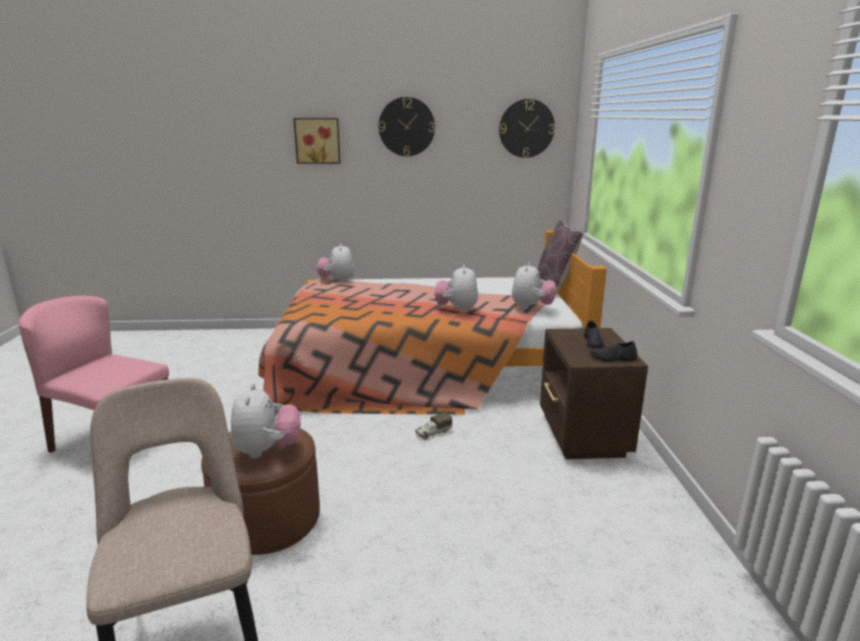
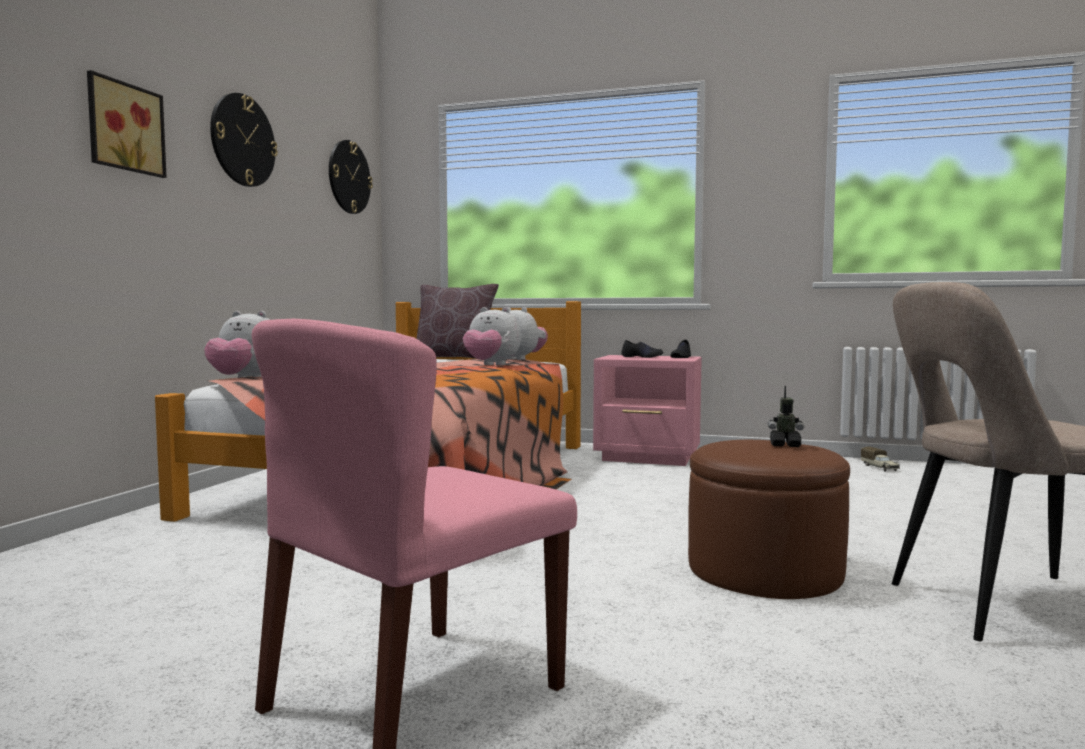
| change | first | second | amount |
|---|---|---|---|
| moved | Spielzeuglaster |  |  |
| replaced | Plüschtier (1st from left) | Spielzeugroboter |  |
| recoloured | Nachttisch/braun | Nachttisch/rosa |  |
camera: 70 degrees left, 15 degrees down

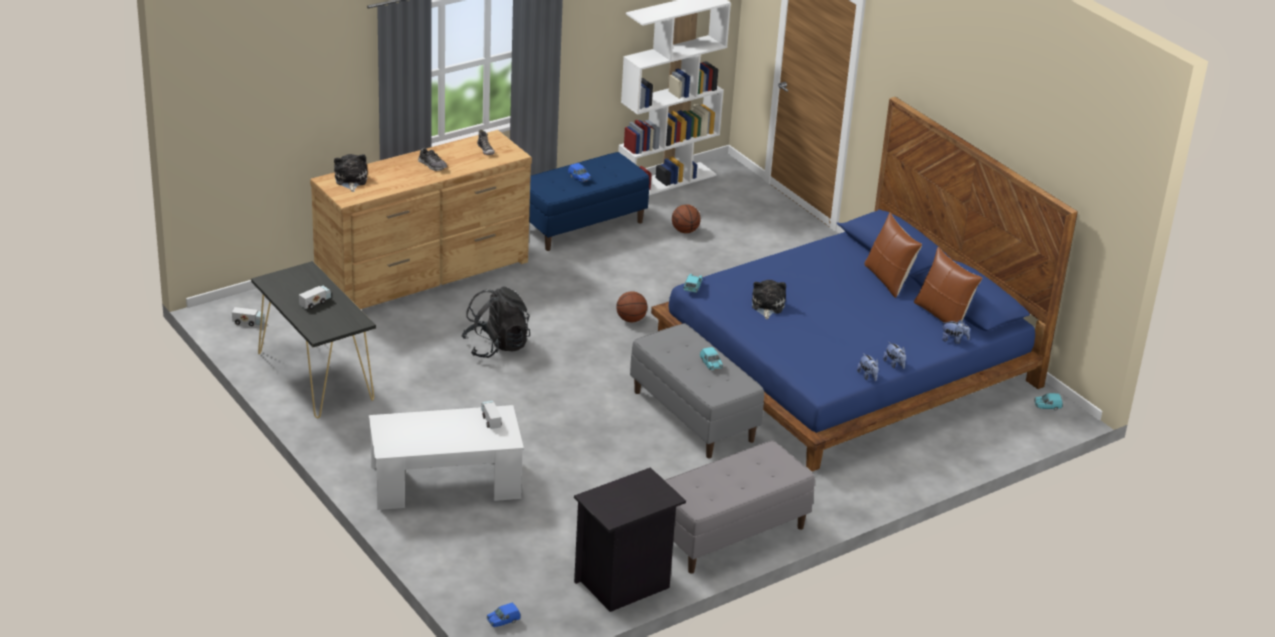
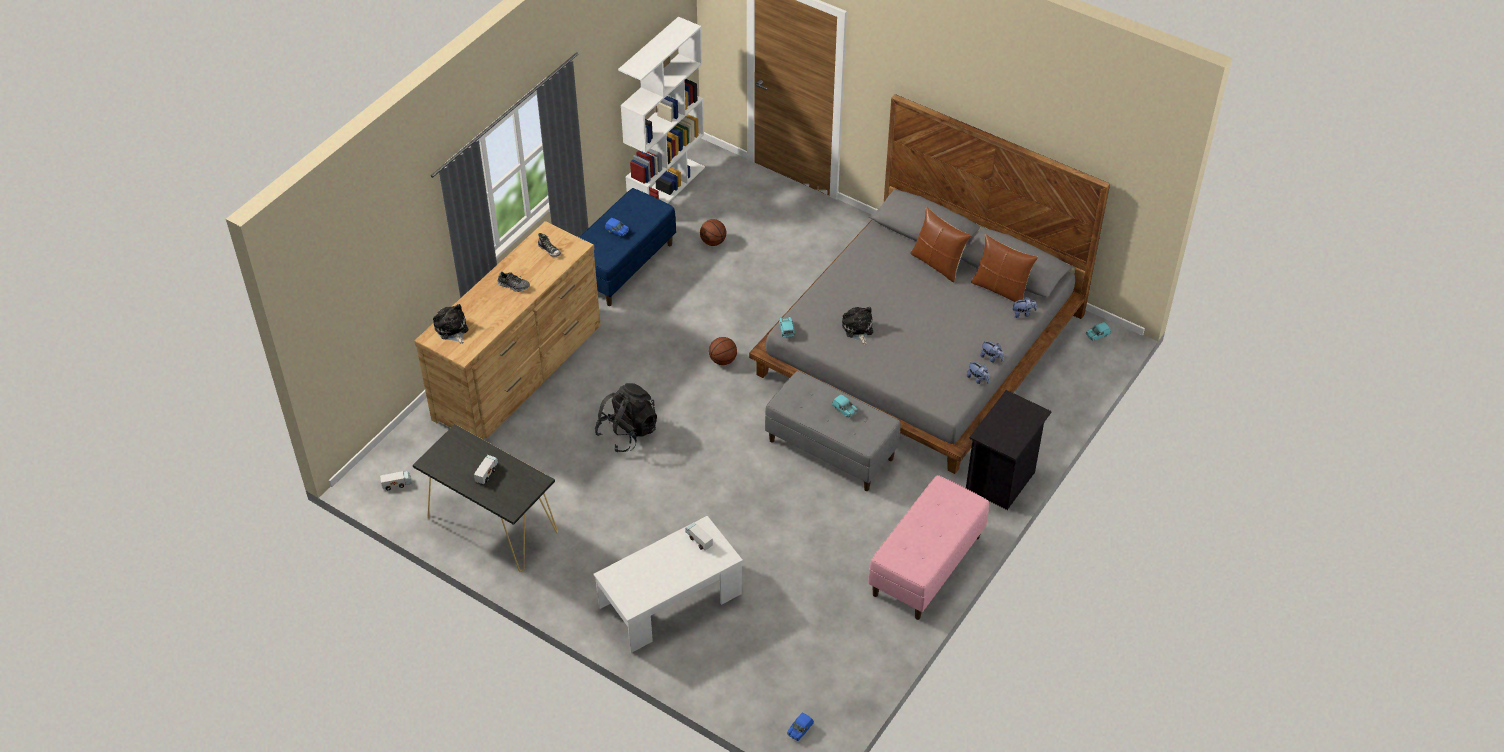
| change | first | second | amount |
|---|---|---|---|
| moved | Nachttisch/schwarz |  |  |
| recoloured | Bett/blau | Bett/grau |  |
| recoloured | Bank/grau (2nd from left) | Bank/rosa |  |
camera: 20 degrees left, 15 degrees up

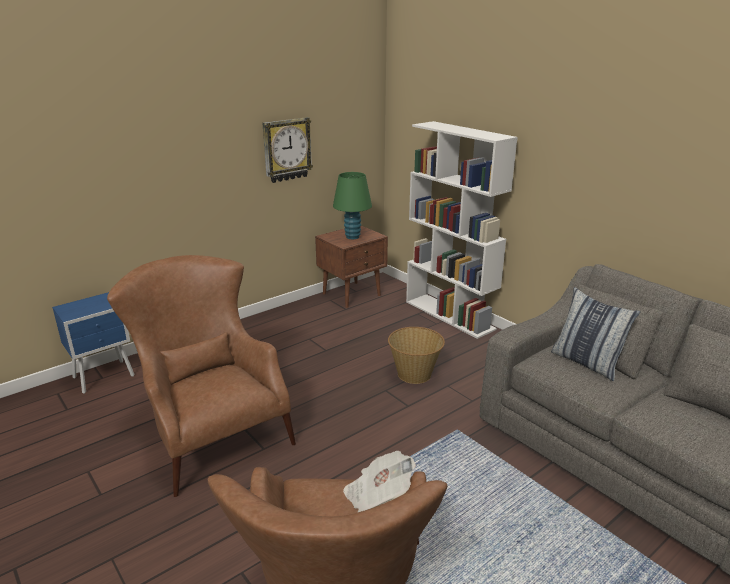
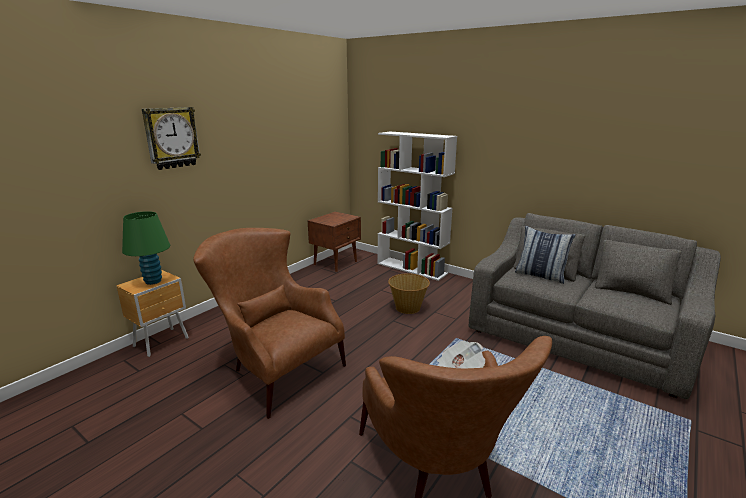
| change | first | second | amount |
|---|---|---|---|
| moved | Wanduhr |  |  |
| moved | Tischlampe/grün |  |  |
| recoloured | Nachttisch/blau | Nachttisch/braun (1st from left) |  |
camera: 15 degrees left, 5 degrees down

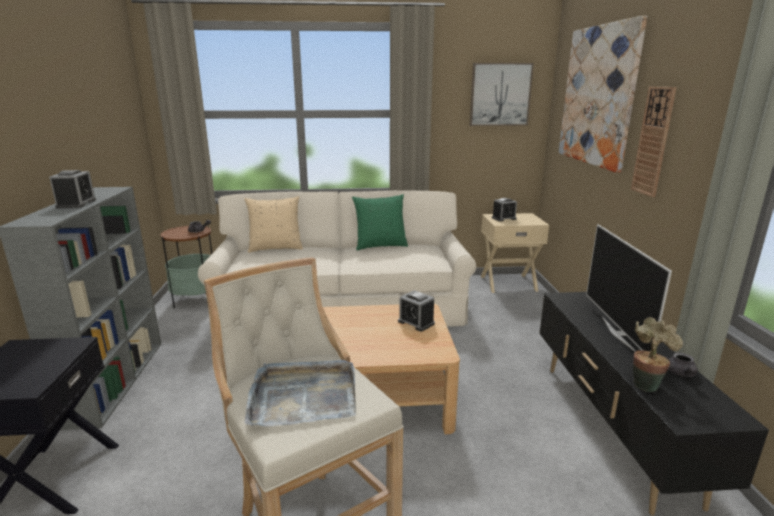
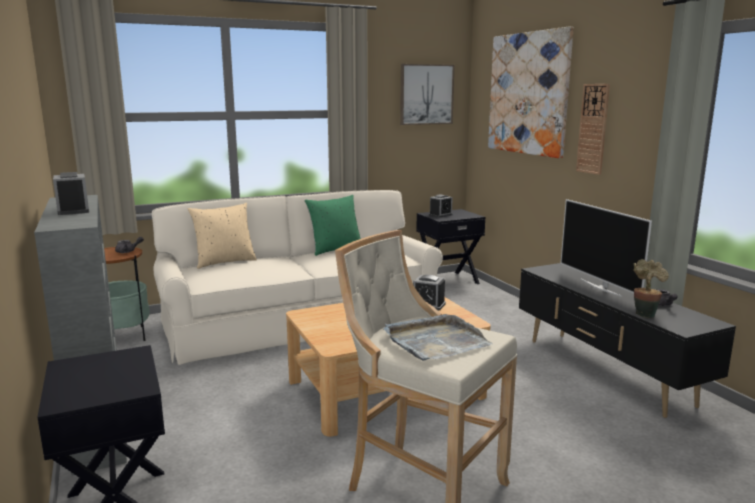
| change | first | second | amount |
|---|---|---|---|
| recoloured | Nachttisch/beige | Nachttisch/schwarz (2nd from left) |  |
camera: 20 degrees left, 5 degrees down

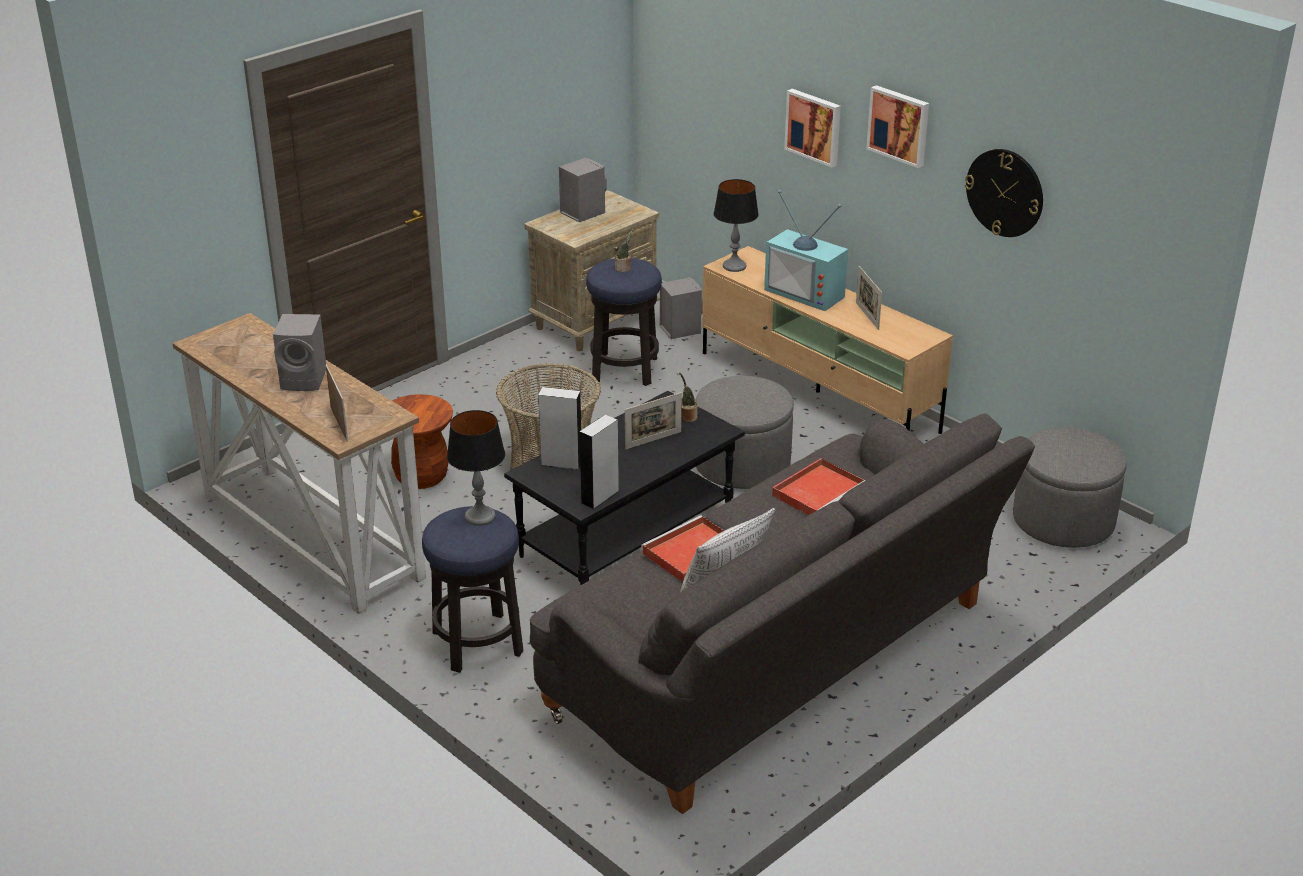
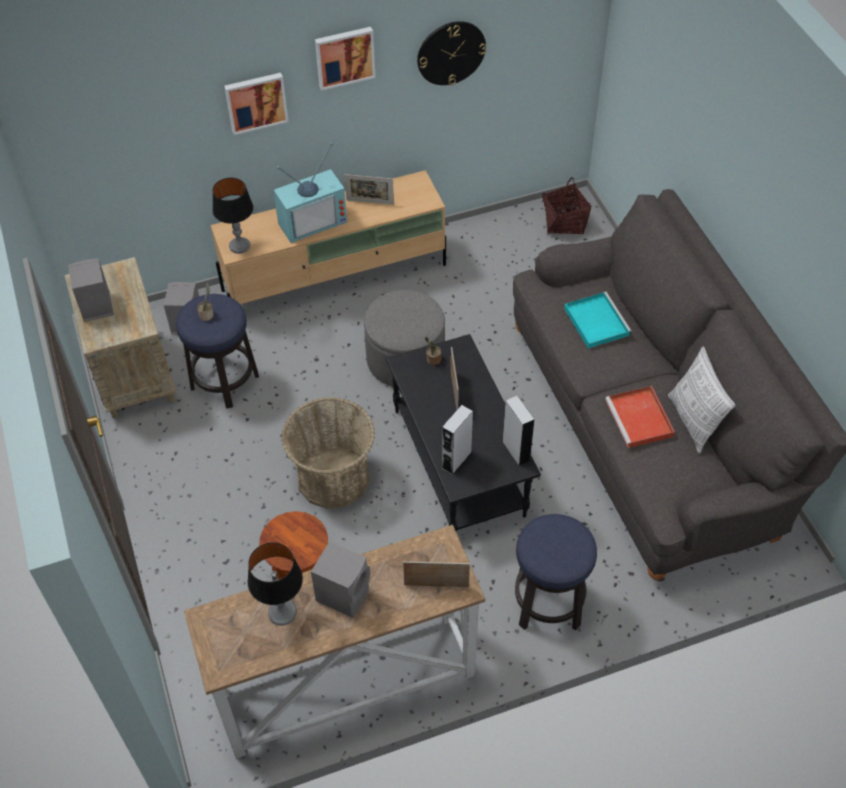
| change | first | second | amount |
|---|---|---|---|
| moved | Tischlampe (1st from left in the first image) | Tischlampe (2nd from left) |  |
| replaced | Polsterhocker/grau (2nd from left) | Korb (2nd from left) |  |
| recoloured | Tablett/rot (2nd from left) | Tablett/türkis |  |
camera: 65 degrees left, 20 degrees up

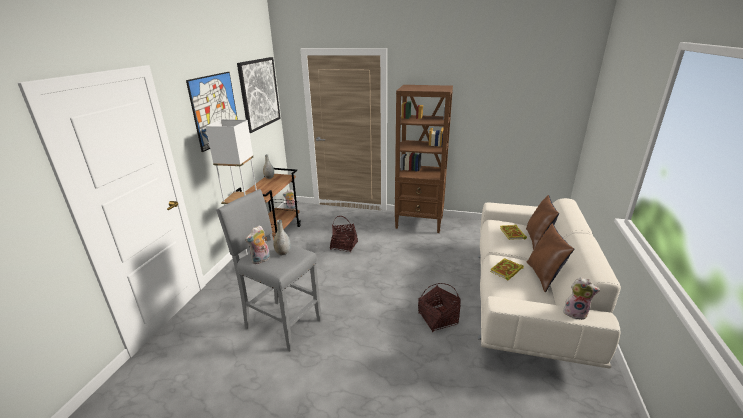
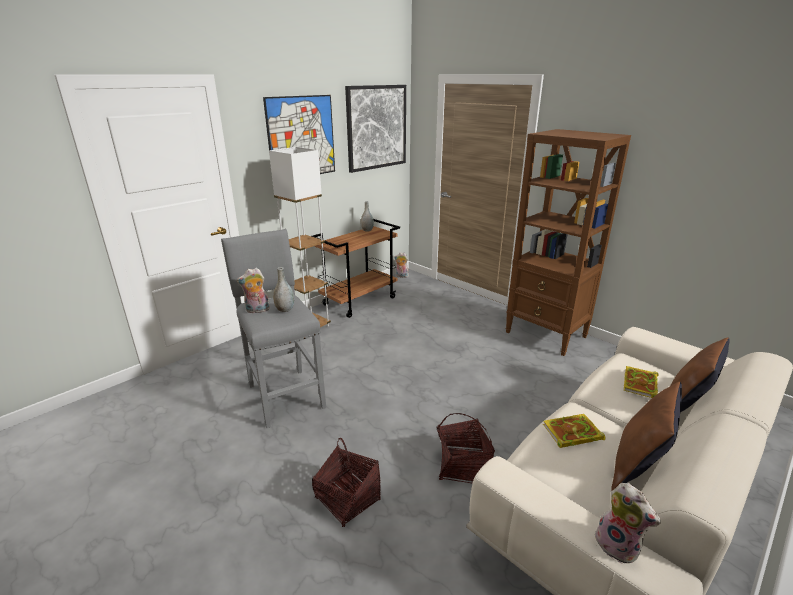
| change | first | second | amount |
|---|---|---|---|
| moved | Korb (1st from left) |  |  |
camera: 30 degrees right, 0 degrees up

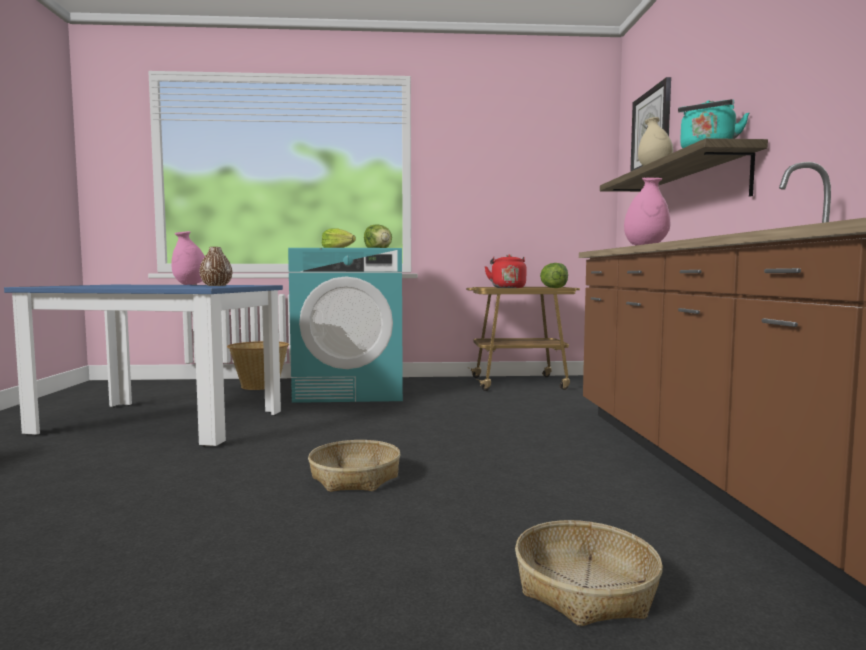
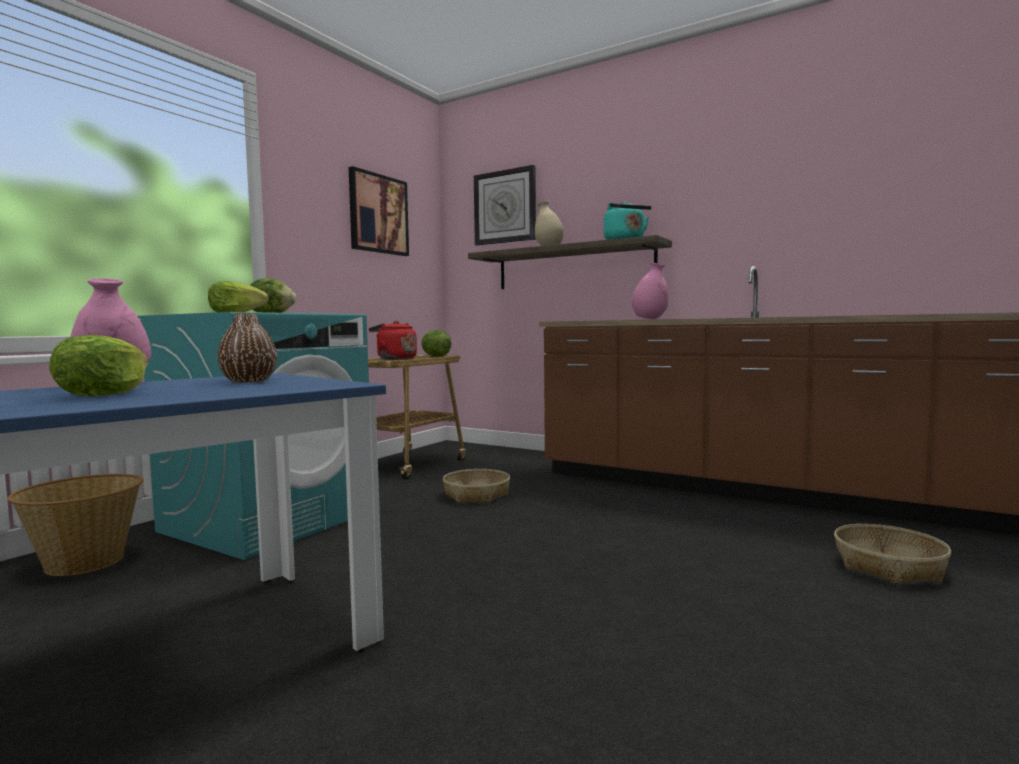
| change | first | second | amount |
|---|---|---|---|
| added |  | Salatkopf (1st from left) |  |
| added |  | Bild |  |
| moved | Korb (2nd from left) |  |  |
camera: 55 degrees left, 0 degrees up

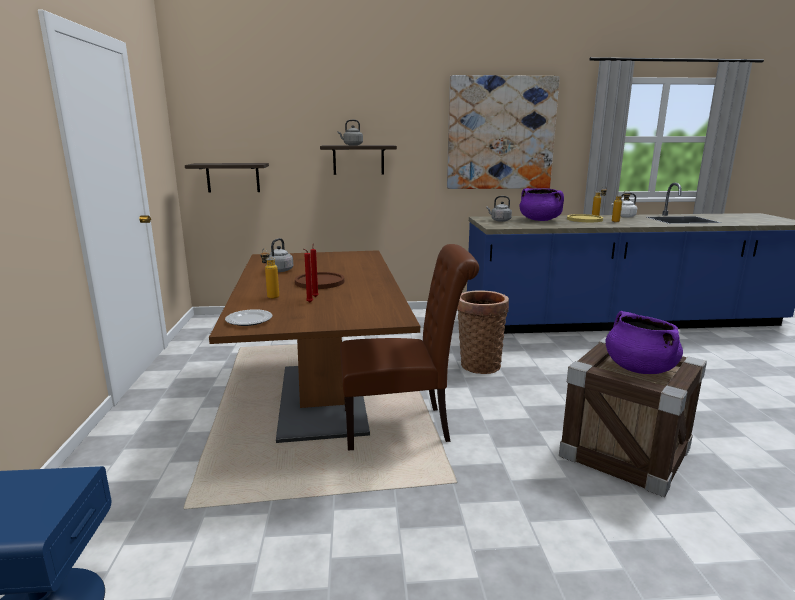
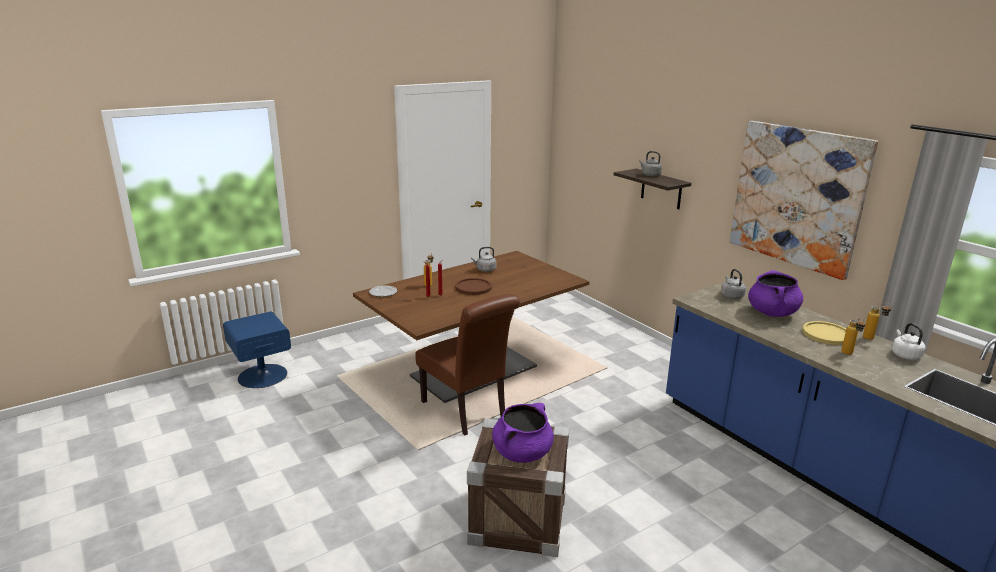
| change | first | second | amount |
|---|---|---|---|
| removed | Wandregal (1st from left) |  |  |
| removed | Korb |  |  |
camera: 60 degrees right, 5 degrees up

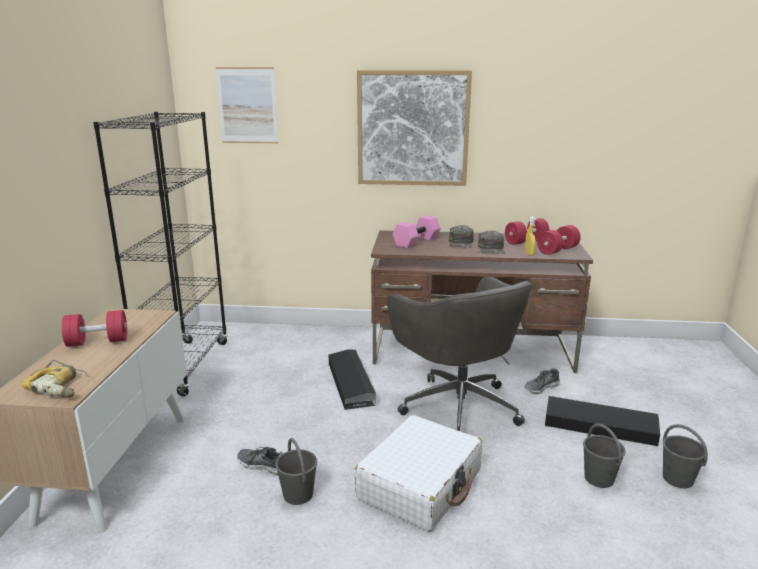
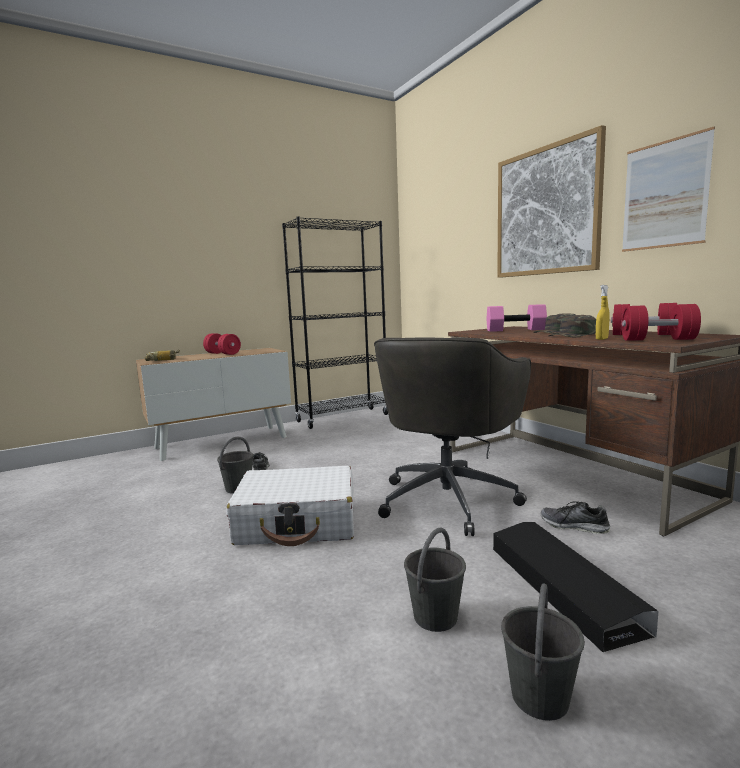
| change | first | second | amount |
|---|---|---|---|
| removed | Aufbewahrungsbox/schwarz (1st from left) |  |  |
| moved | Bild (1st from left in the first image) | Bild (2nd from left) |  |
camera: 55 degrees right, 10 degrees down

